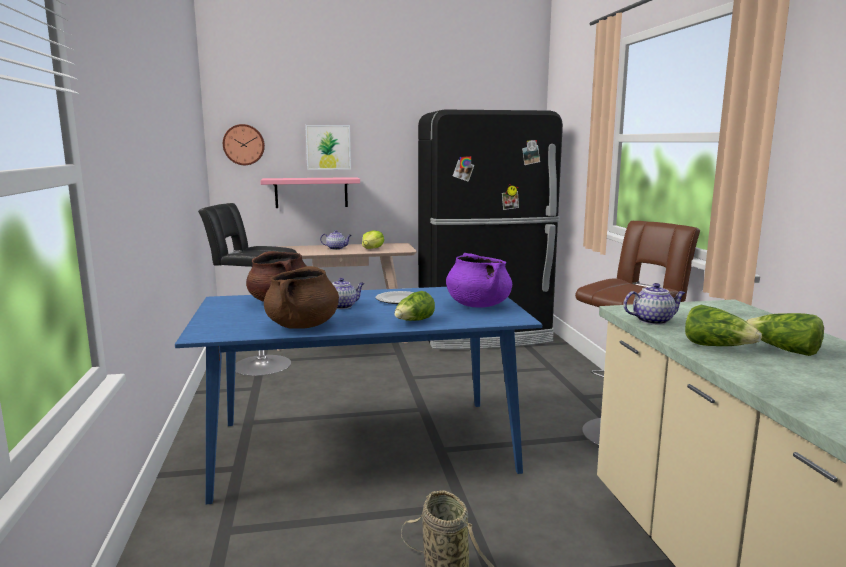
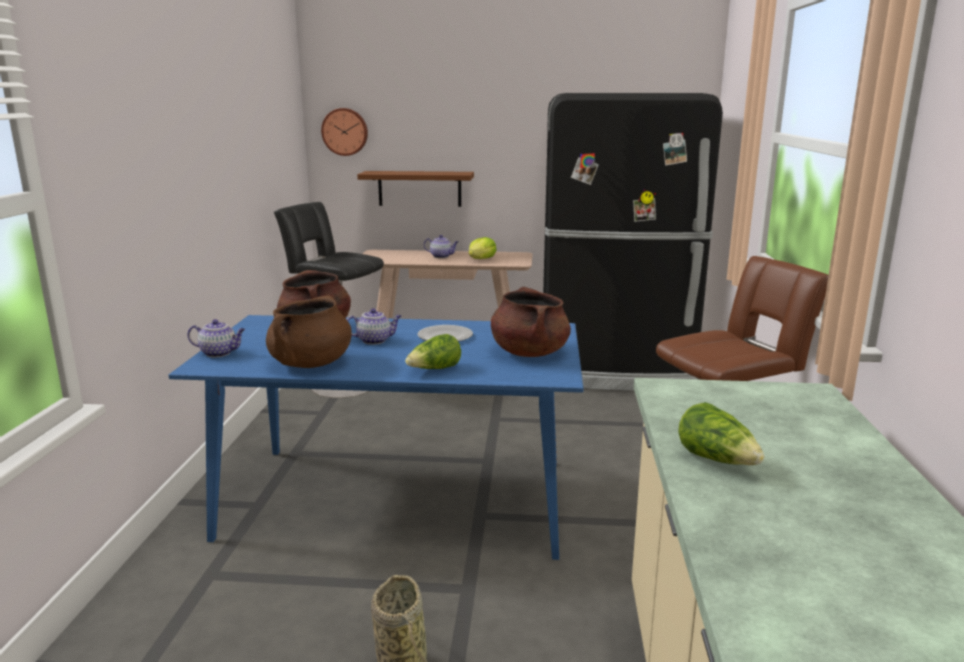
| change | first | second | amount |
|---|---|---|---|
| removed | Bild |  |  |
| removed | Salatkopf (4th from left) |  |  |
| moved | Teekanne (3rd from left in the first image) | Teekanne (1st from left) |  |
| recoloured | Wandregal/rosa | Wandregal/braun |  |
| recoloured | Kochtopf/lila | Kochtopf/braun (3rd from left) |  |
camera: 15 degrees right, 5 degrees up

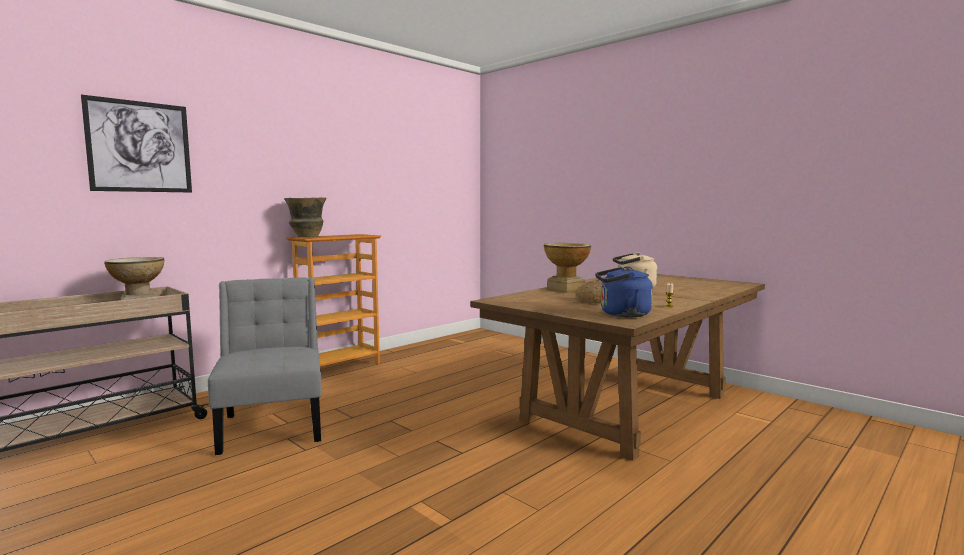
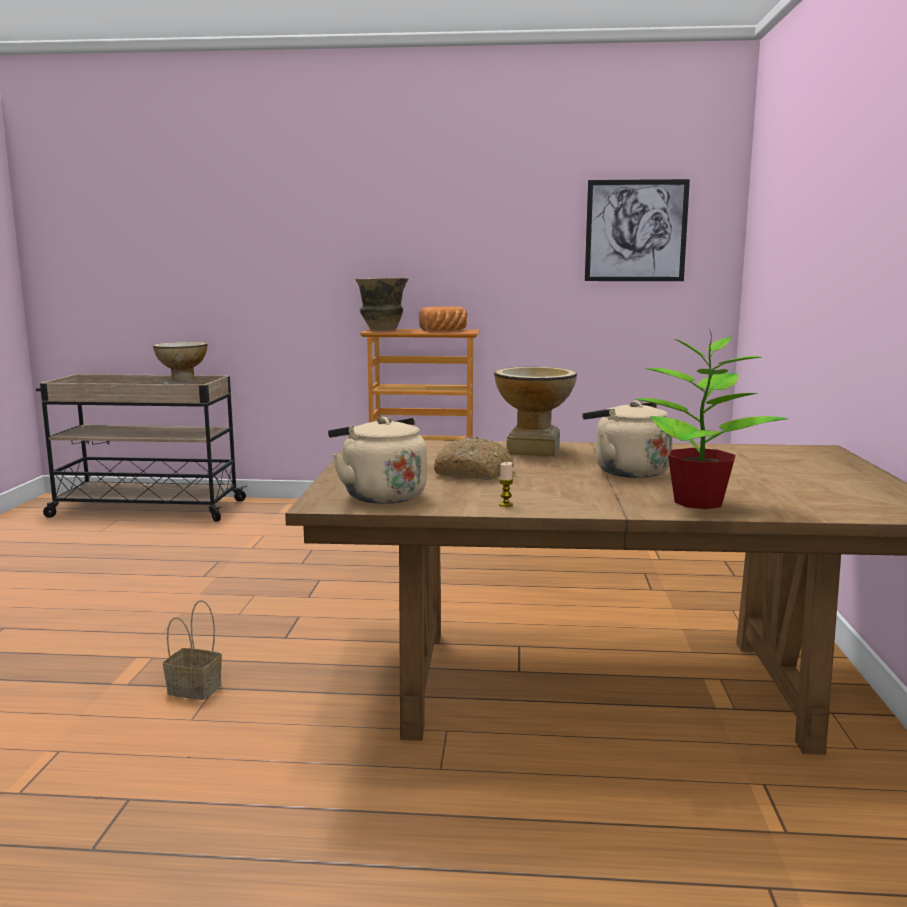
| change | first | second | amount |
|---|---|---|---|
| removed | Stuhl/grau |  |  |
| added |  | Korb |  |
| added |  | Brot (1st from left) |  |
| added |  | Topfpflanze |  |
| moved | Bild |  |  |
| recoloured | Wasserkessel/blau | Wasserkessel/beige (1st from left) |  |
camera: 50 degrees right, 5 degrees up

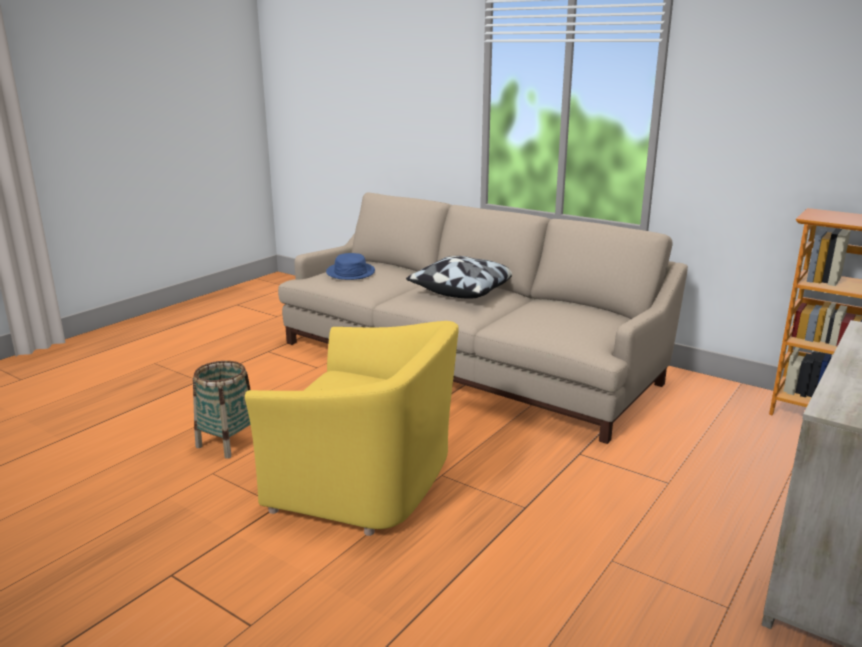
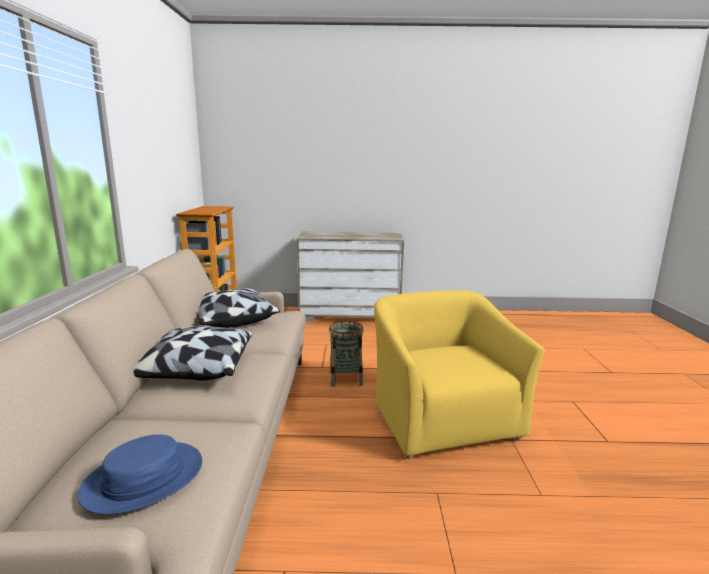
| change | first | second | amount |
|---|---|---|---|
| added |  | Kissen (2nd from left) |  |
| moved | Korb |  |  |
camera: 125 degrees left, 5 degrees down

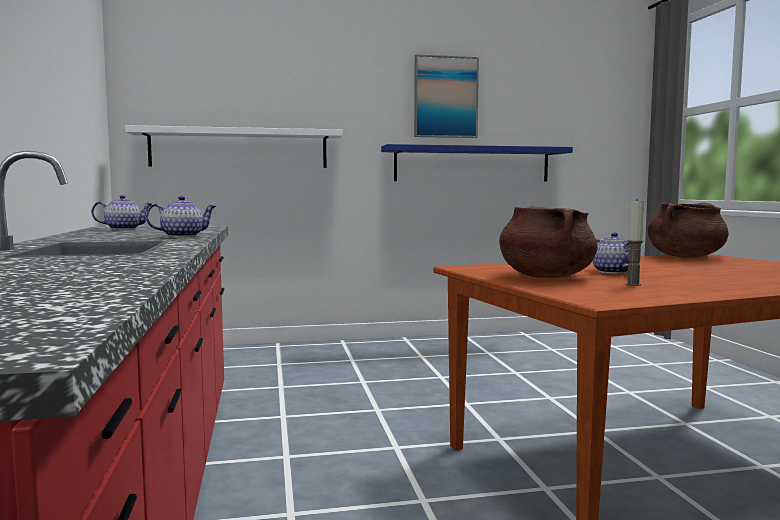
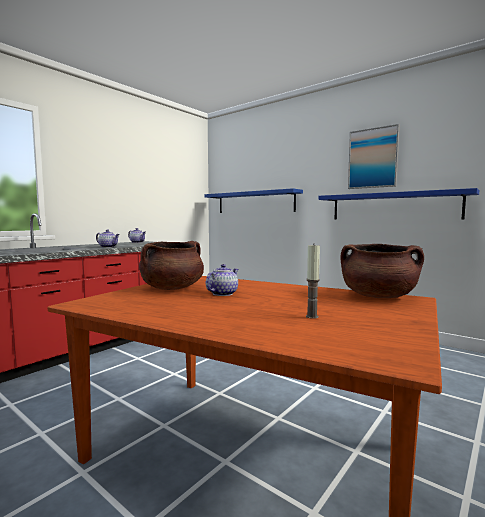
| change | first | second | amount |
|---|---|---|---|
| moved | Kerze |  |  |
| recoloured | Wandregal/weiß | Wandregal/blau (1st from left) |  |
camera: 50 degrees right, 0 degrees up

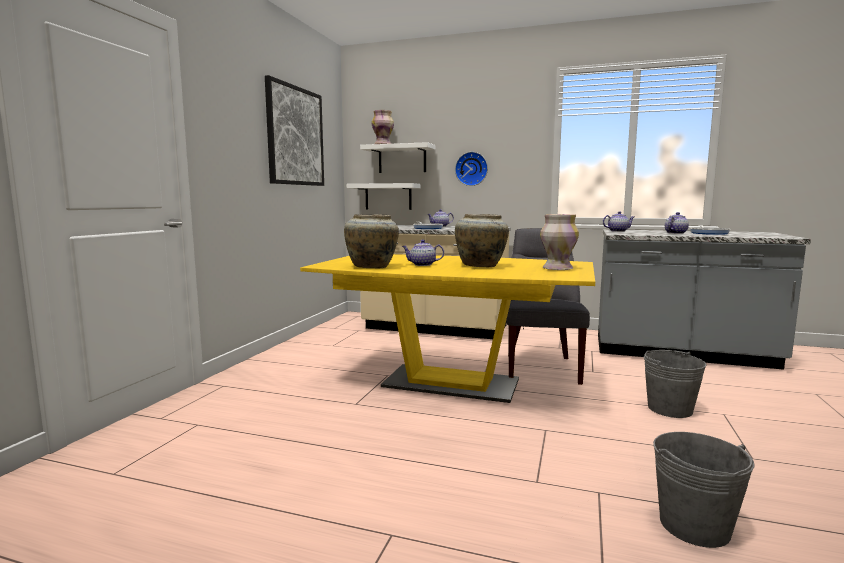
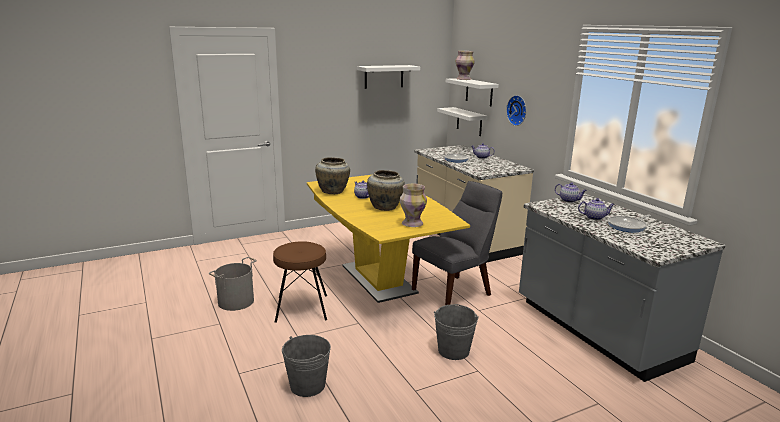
| change | first | second | amount |
|---|---|---|---|
| added |  | Eimer/grau (1st from left) |  |
| added |  | Hocker/braun |  |
| replaced | Bild | Wandregal/weiß (1st from left) |  |
camera: 45 degrees right, 10 degrees up

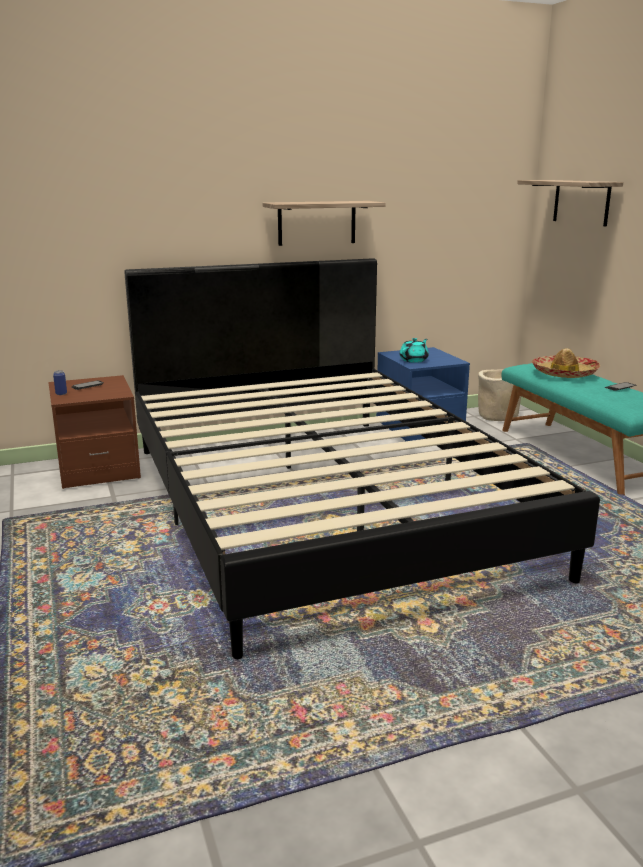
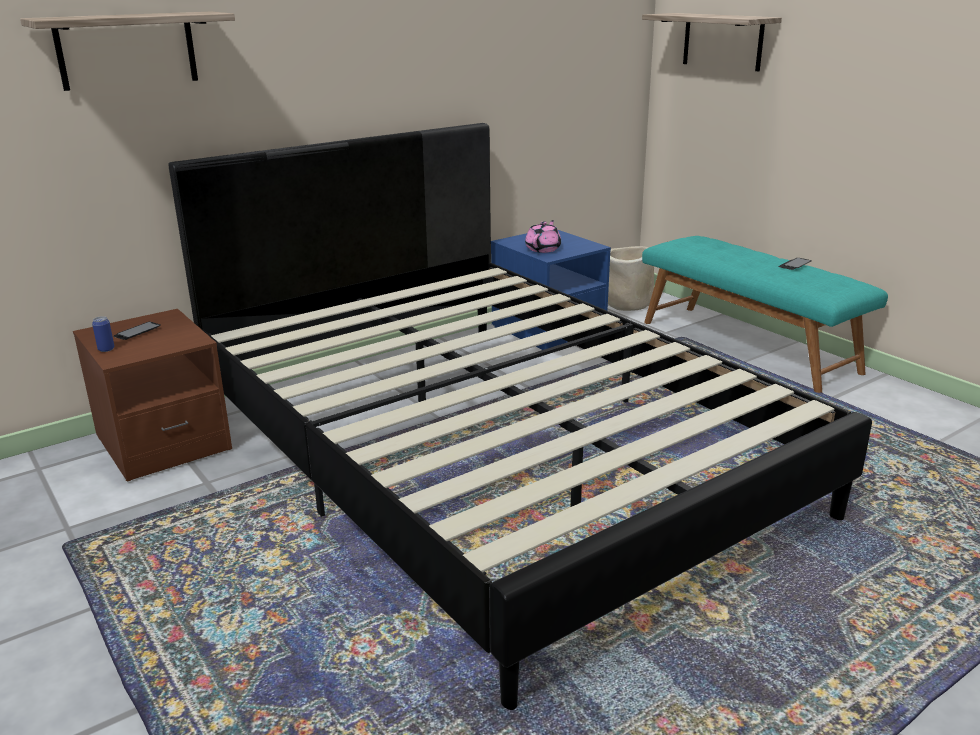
| change | first | second | amount |
|---|---|---|---|
| removed | Hut |  |  |
| moved | Wandregal (1st from left) |  |  |
| recoloured | Teekanne/türkis | Teekanne/rosa |  |
camera: 15 degrees left, 5 degrees up

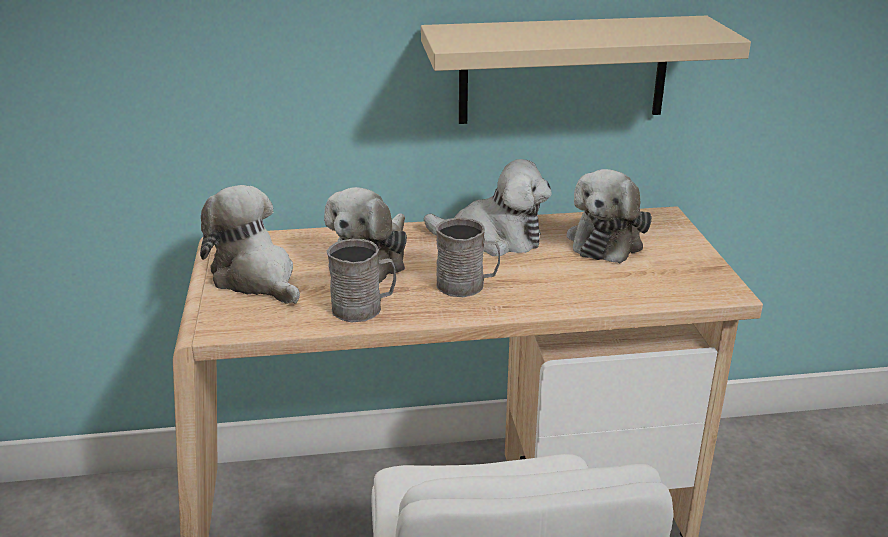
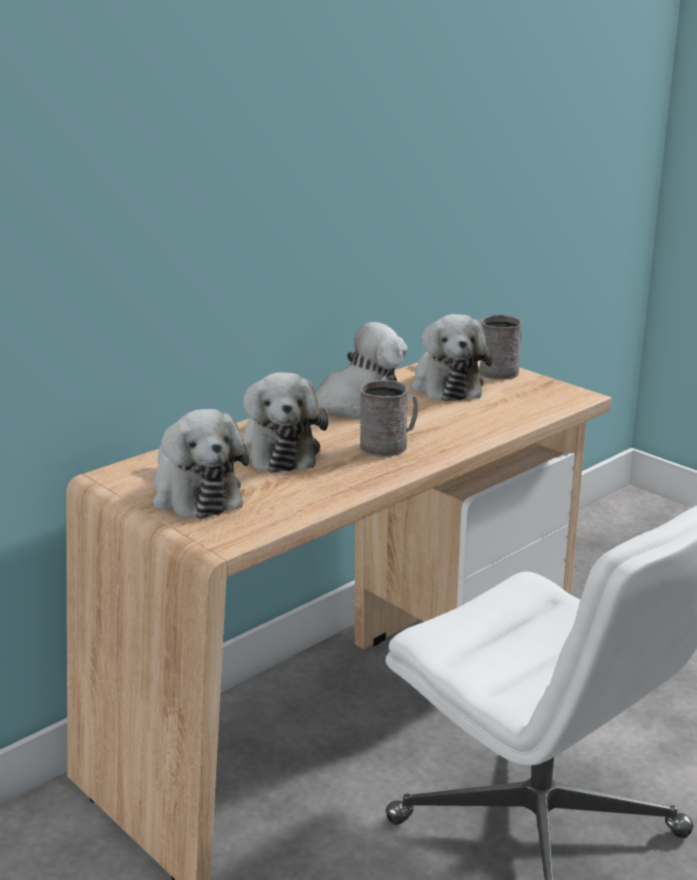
| change | first | second | amount |
|---|---|---|---|
| removed | Wandregal/beige |  |  |
| moved | Henkelbecher/grau (1st from left in the first image) | Henkelbecher/grau (2nd from left) |  |
| turned | Plüschtier (1st from left) |  | 135 degrees counterclockwise |
camera: 35 degrees left, 5 degrees down

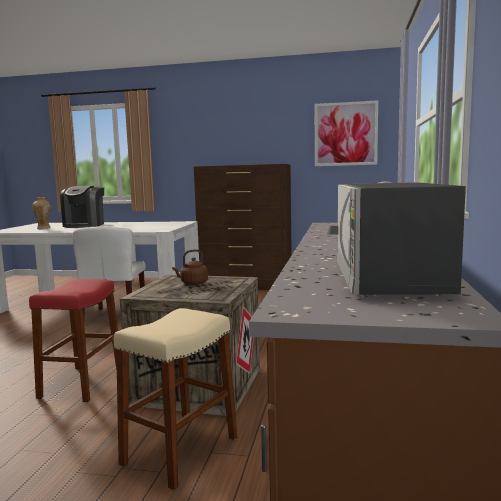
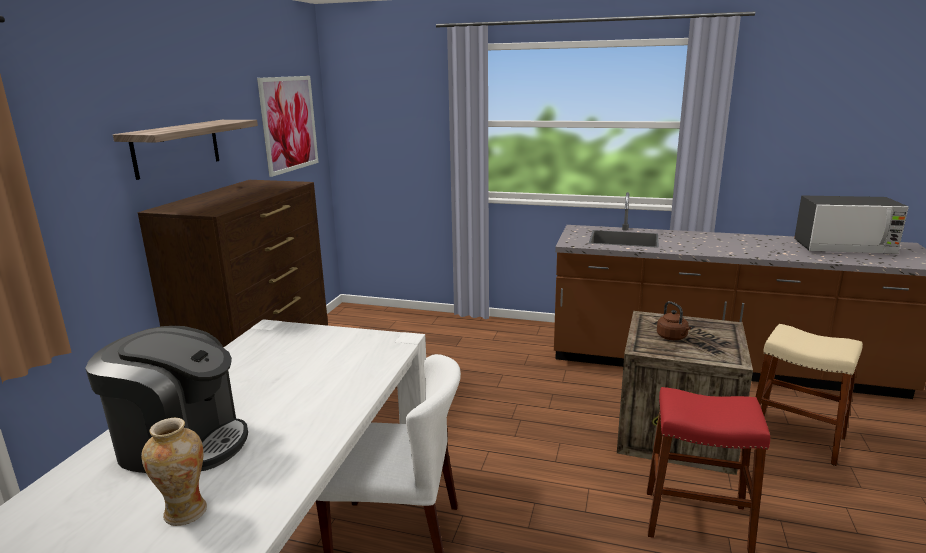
| change | first | second | amount |
|---|---|---|---|
| added |  | Wandregal |  |
camera: 85 degrees left, 10 degrees up

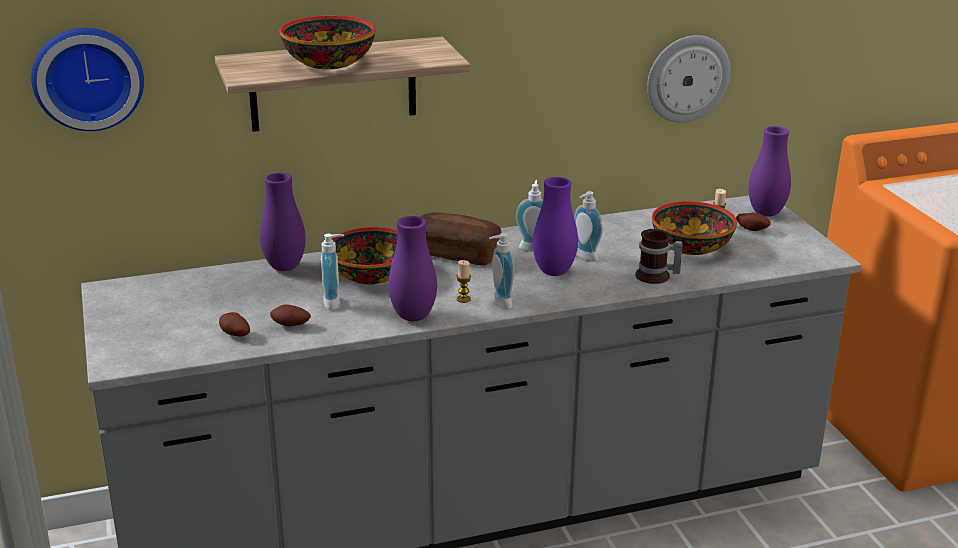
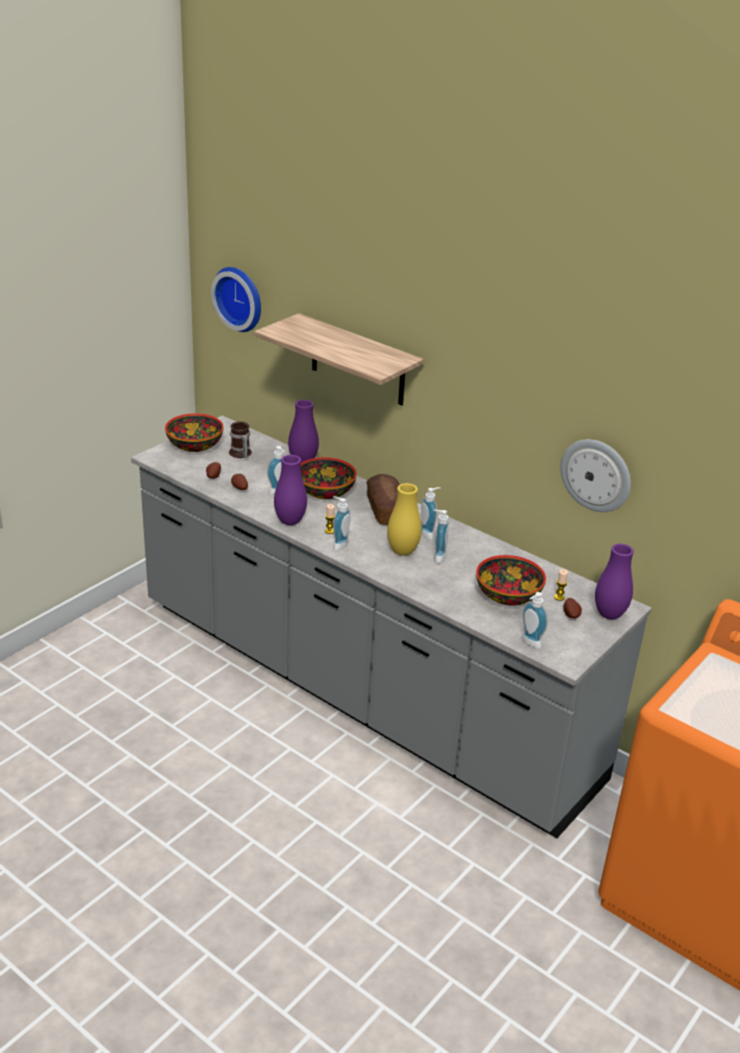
| change | first | second | amount |
|---|---|---|---|
| added |  | Seifenspender (5th from left) |  |
| moved | Schüssel (1st from left) |  |  |
| moved | Henkelbecher |  |  |
| recoloured | Vase/lila (3rd from left) | Vase/gelb |  |
camera: 55 degrees right, 5 degrees up

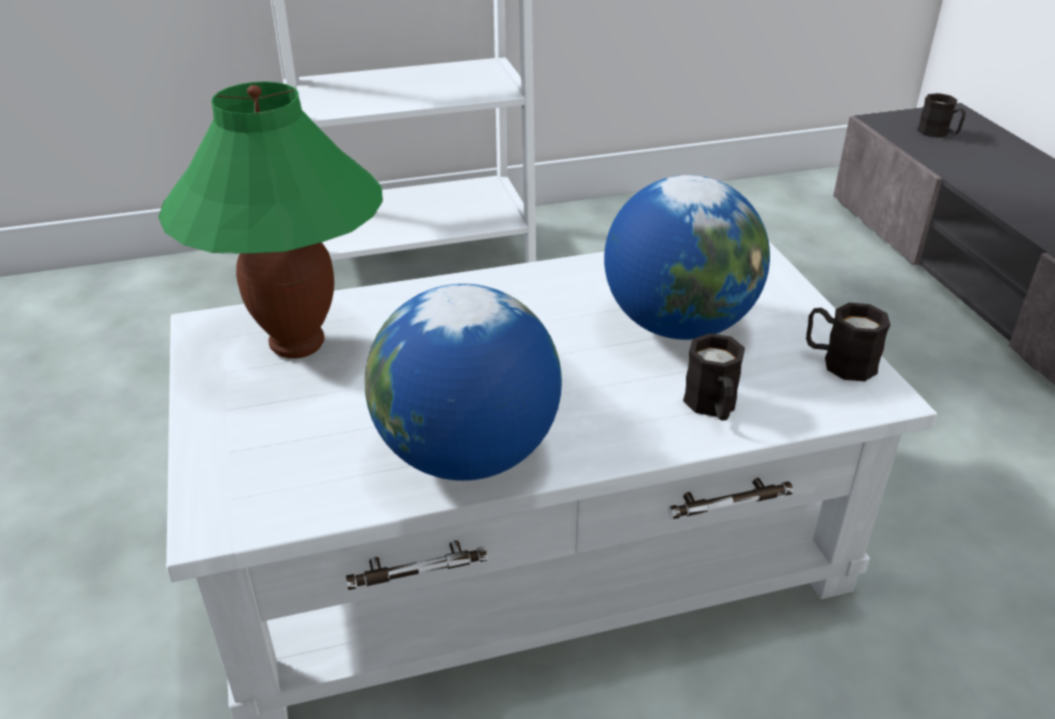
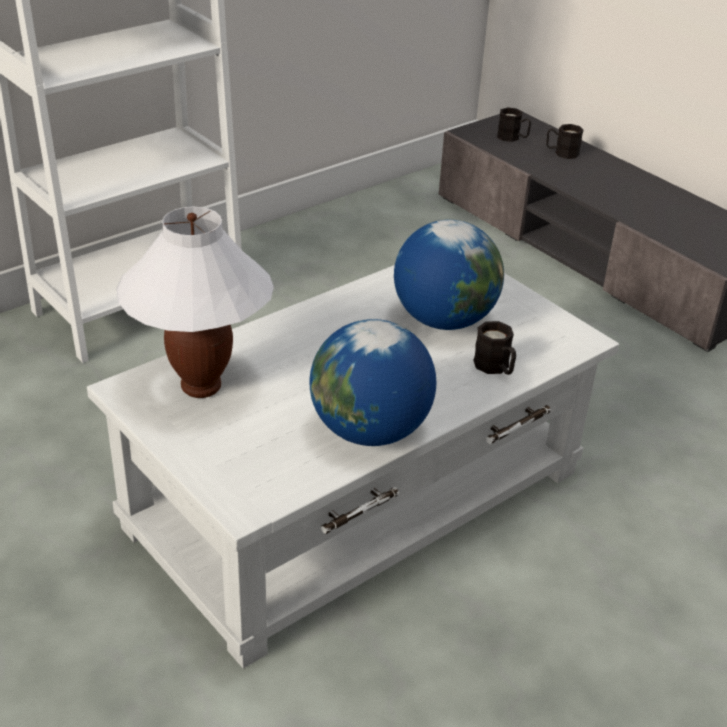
| change | first | second | amount |
|---|---|---|---|
| moved | Henkelbecher/schwarz (2nd from left in the first image) | Henkelbecher/schwarz (3rd from left) |  |
| recoloured | Tischlampe/grün | Tischlampe/weiß |  |
camera: 25 degrees left, 0 degrees up

